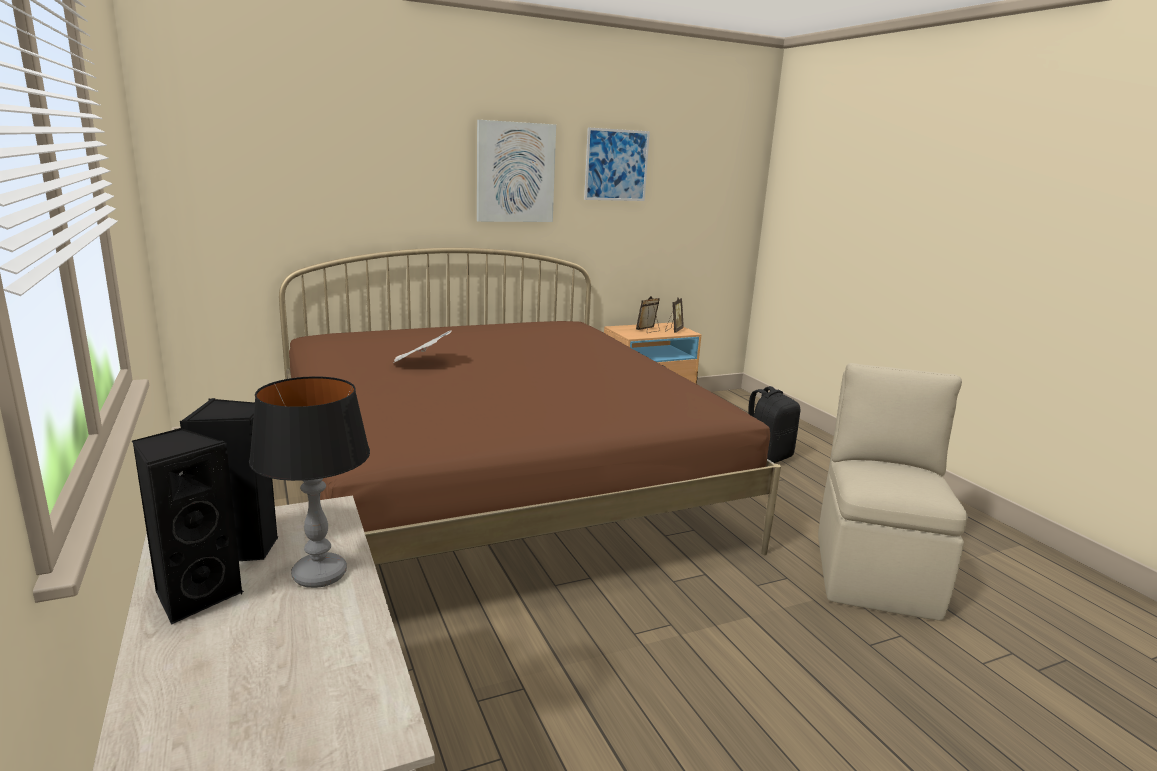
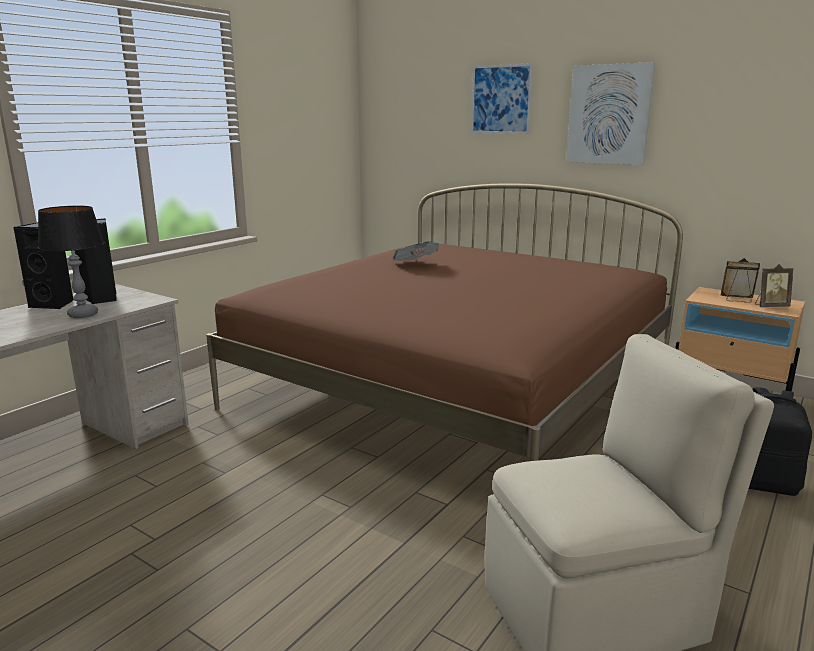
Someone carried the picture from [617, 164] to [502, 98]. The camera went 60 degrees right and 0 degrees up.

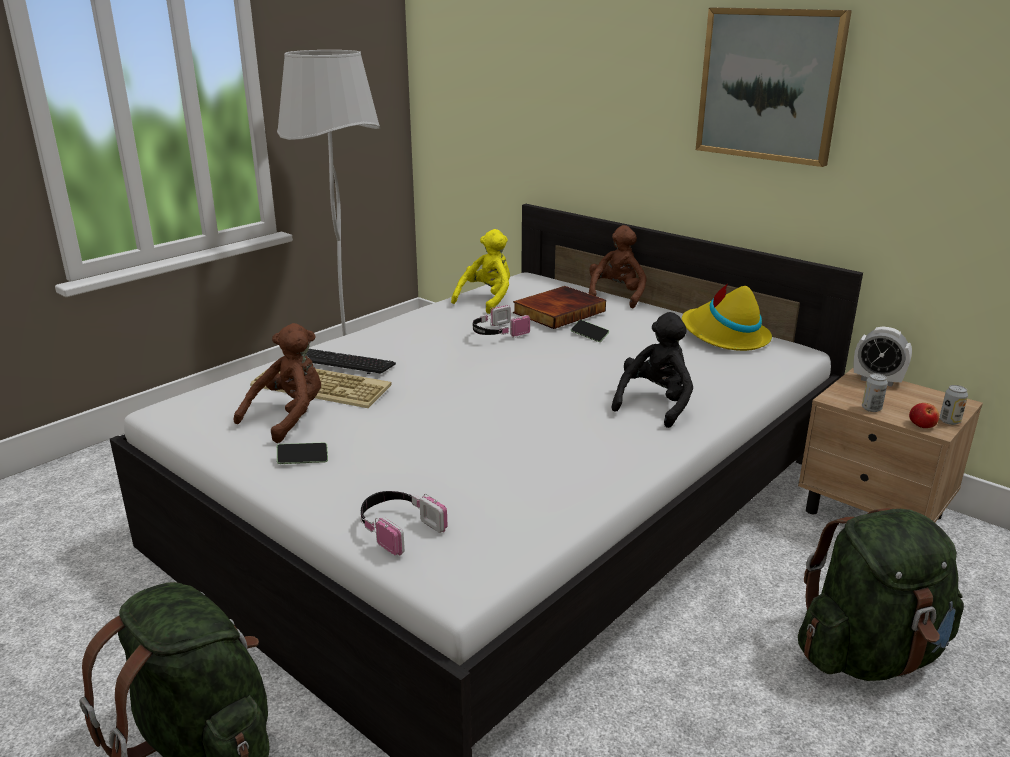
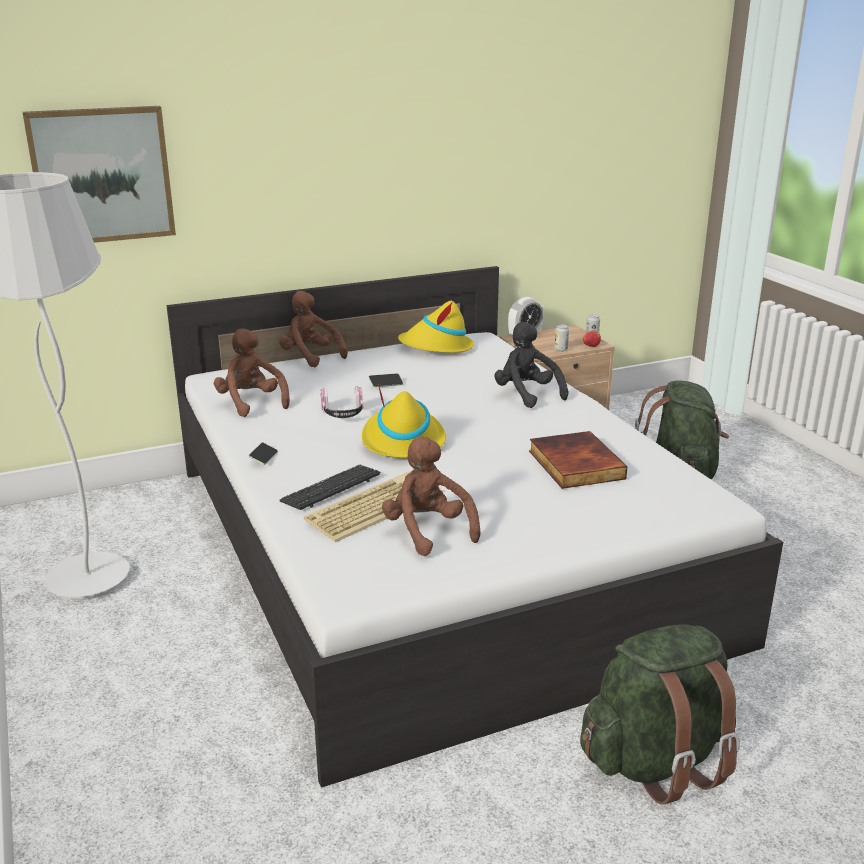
Someone carried the phone from [302, 453] to [263, 453]. Someone took away the headphones at [404, 523]. Someone repainted the yellow plush toy at [480, 271], which became the brown plush toy at [252, 372]. Someone carried the book from [559, 307] to [578, 460]. Someone carried the picture from [774, 87] to [99, 174]. Someone put down the yellow hat at [404, 421]. The camera went 65 degrees left and 0 degrees up.

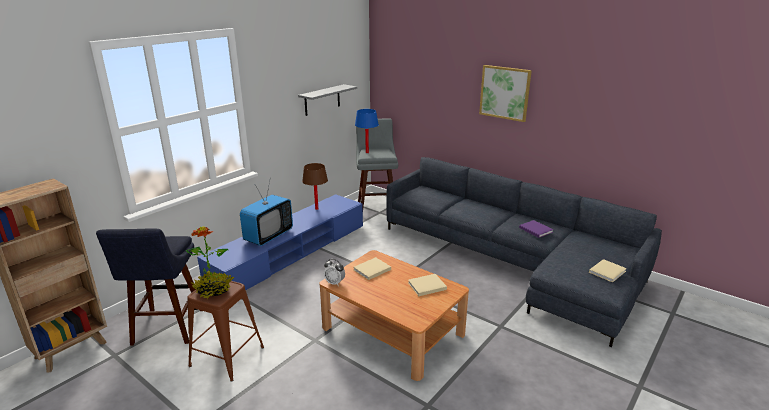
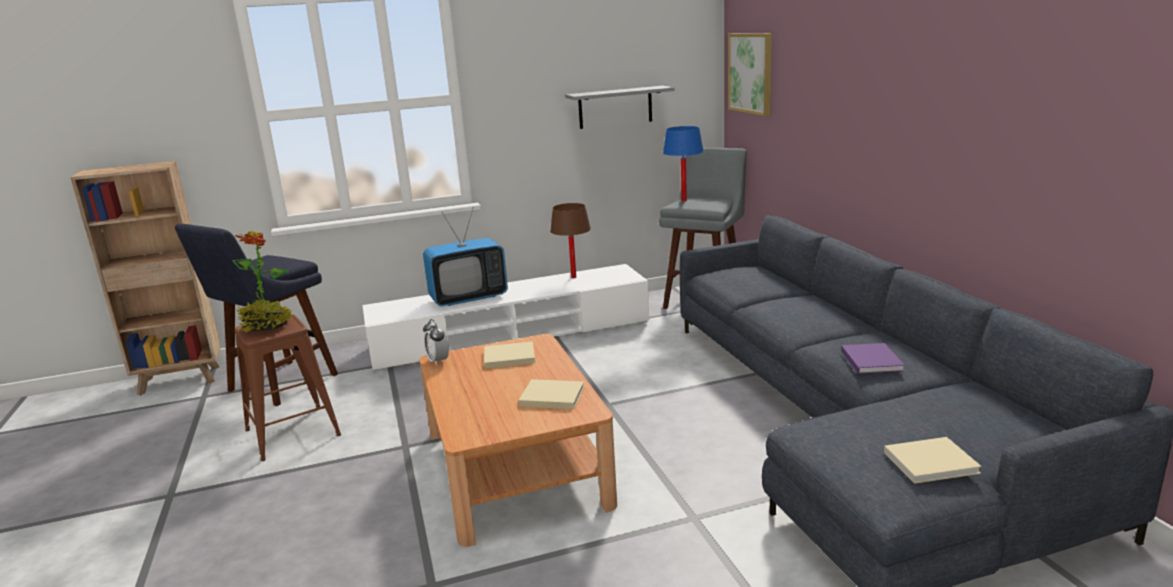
Someone repainted the blue tv stand at [280, 242], which became the white tv stand at [505, 317]. Someone carried the picture from [505, 93] to [750, 74]. The camera went 35 degrees right and 5 degrees down.

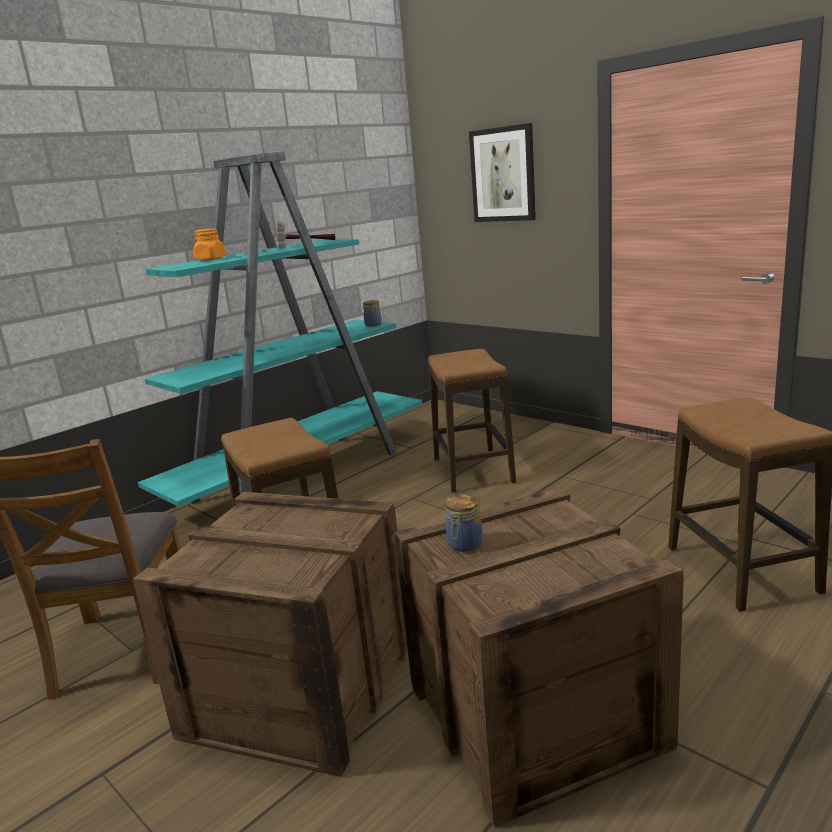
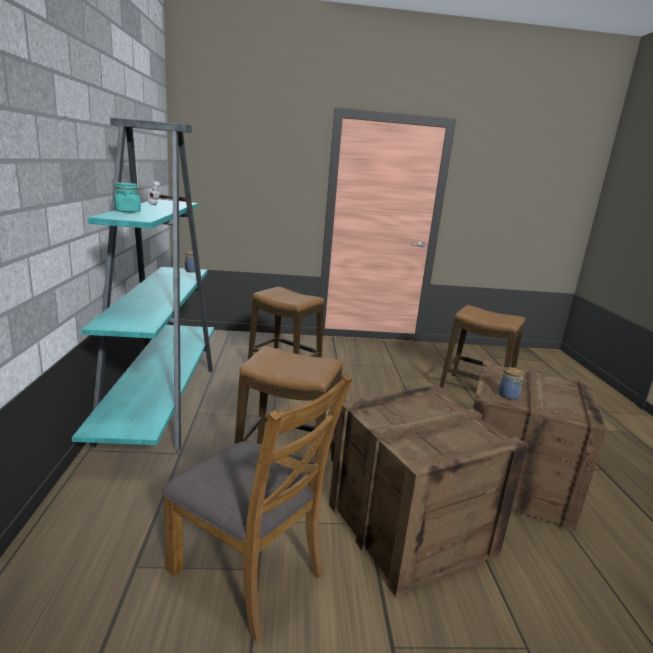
Someone repainted the orange jar at [209, 244], which became the turquoise jar at [127, 198]. Someone took away the picture at [502, 172]. The camera went 50 degrees left and 0 degrees up.

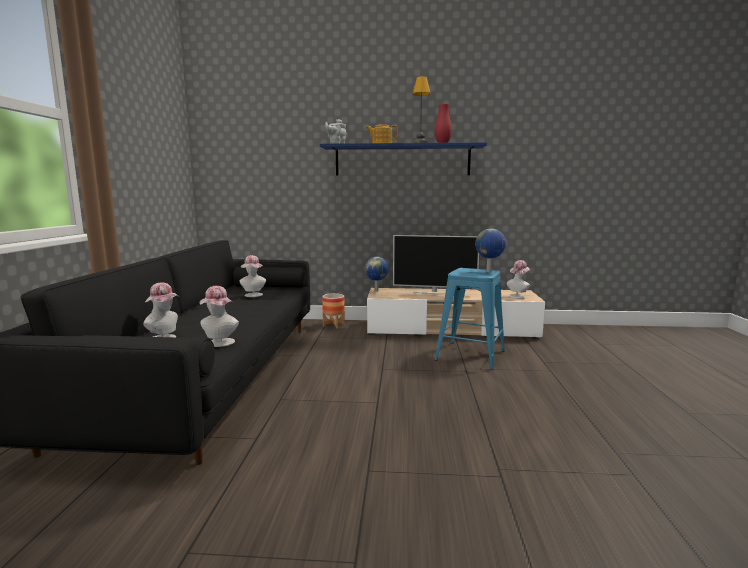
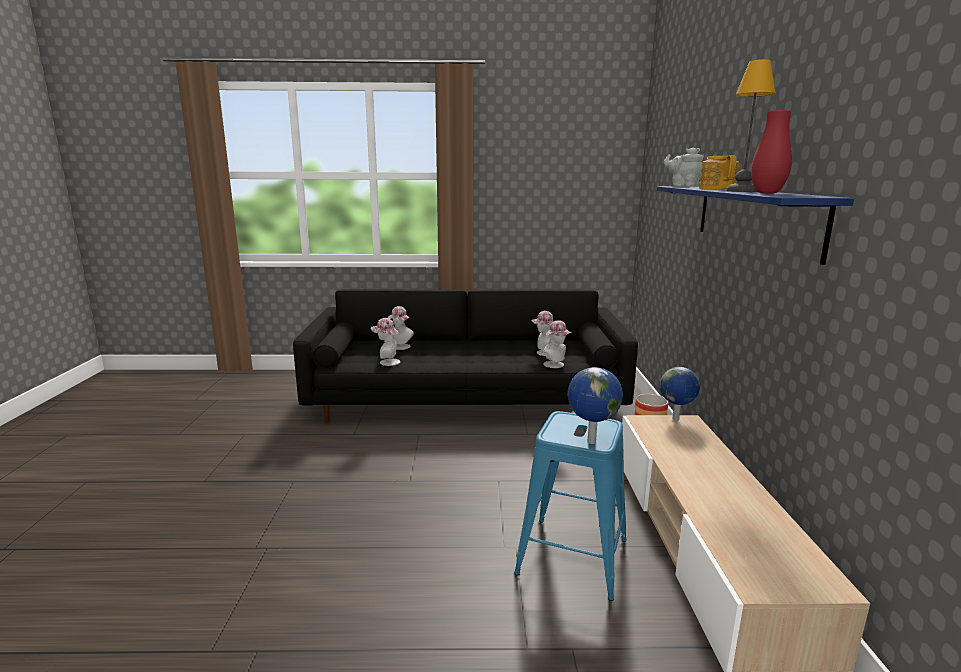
Someone took away the television at [436, 264]. Someone carried the hat from [518, 279] to [557, 344]. The camera went 85 degrees right and 5 degrees up.

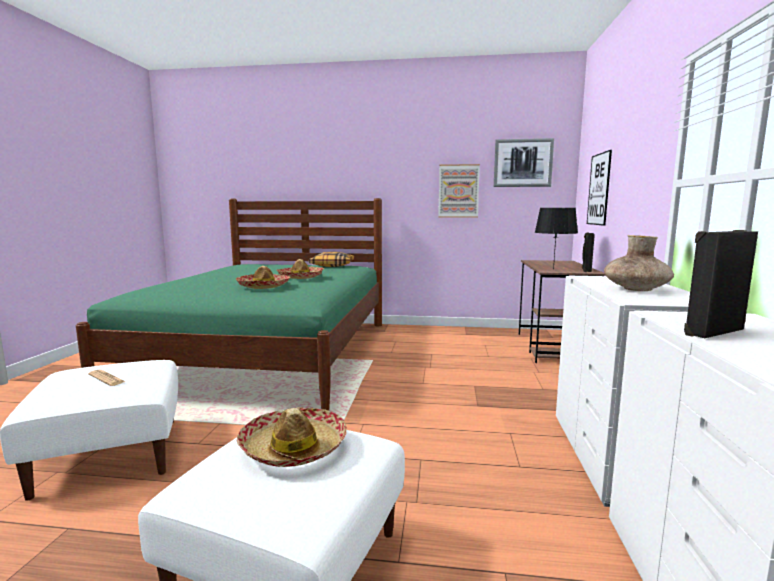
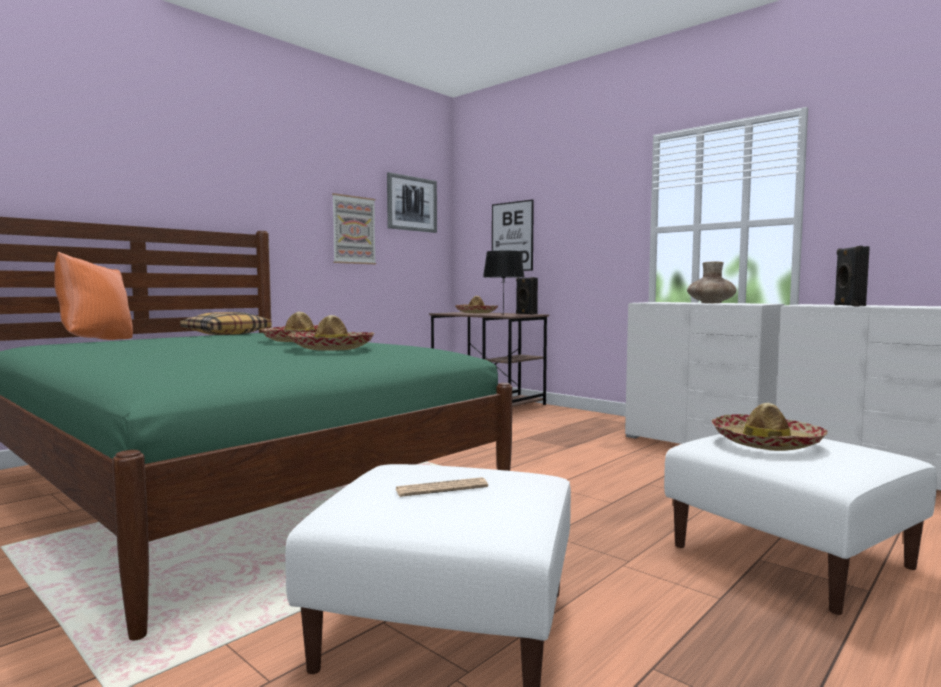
Someone put down the orange pillow at [93, 296]. Someone put down the hat at [476, 304]. The camera went 55 degrees left and 5 degrees down.

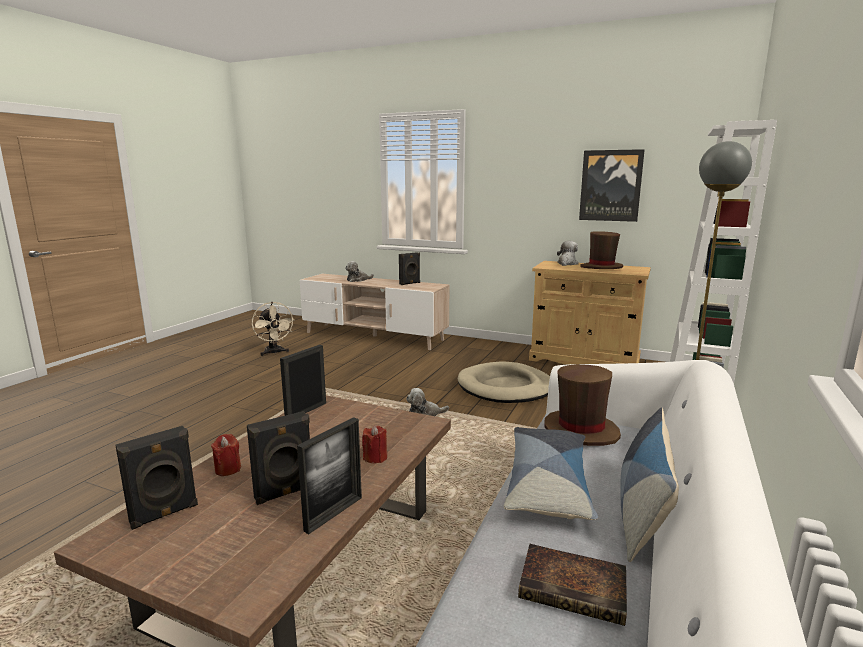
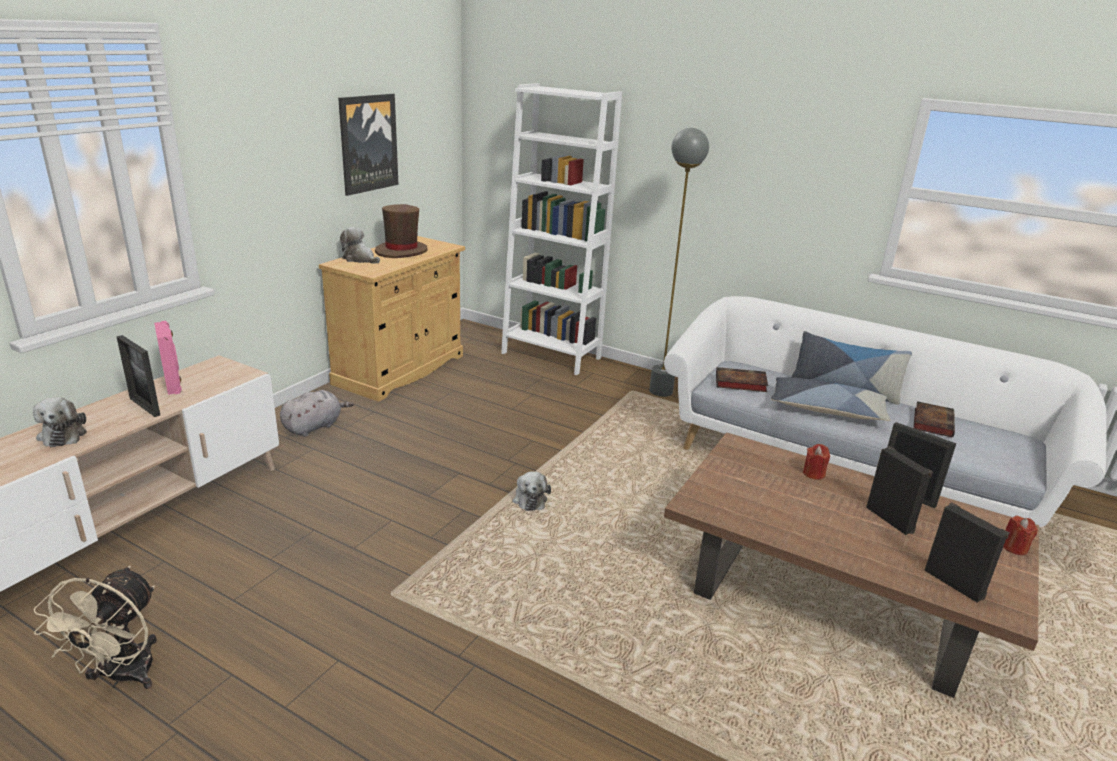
Someone carried the red candle from [226, 455] to [1020, 535]. Someone rotated the beige fan at [273, 329] by 120 degrees clockwise. Someone carried the picture frame from [303, 380] to [138, 376]. Someone repainted the black speaker at [409, 268], which became the pink speaker at [168, 358]. Someone took away the beige dog bed at [504, 382]. Someone swapped the brown hat at [582, 405] for the book at [742, 379]. Someone put down the grey plush toy at [317, 413]. The camera went 85 degrees left and 10 degrees up.

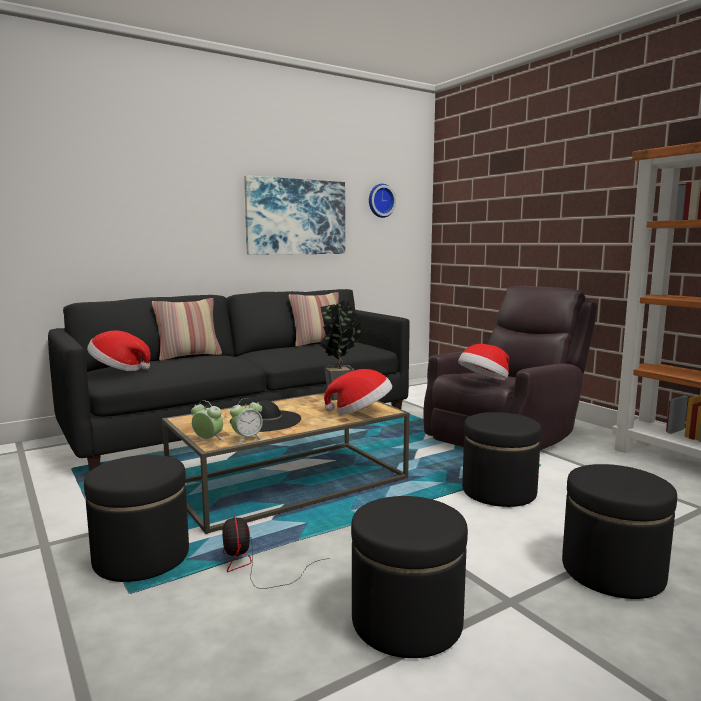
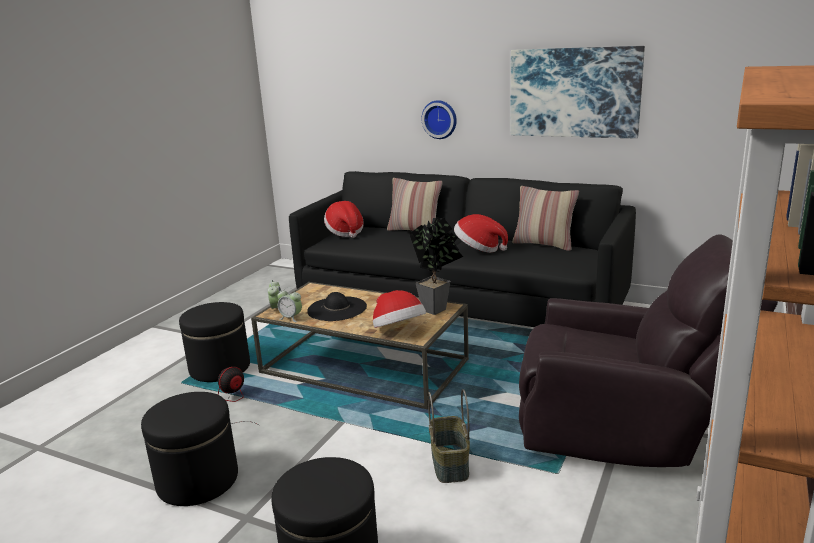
Someone carried the wall clock from [382, 201] to [439, 119]. Someone carried the hat from [483, 362] to [481, 233]. Someone swapped the black ottoman at [502, 459] for the basket at [449, 436]. The camera went 60 degrees right and 10 degrees up.

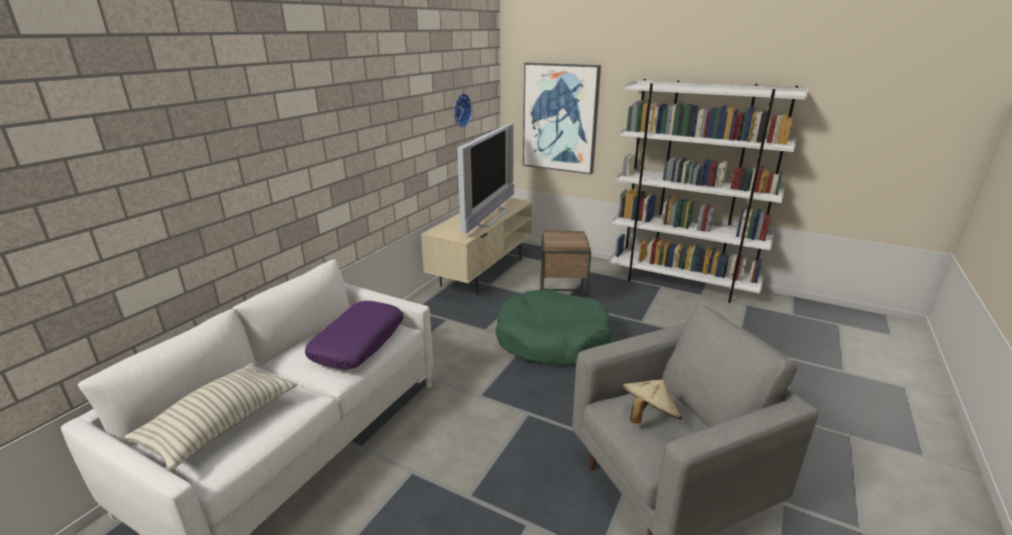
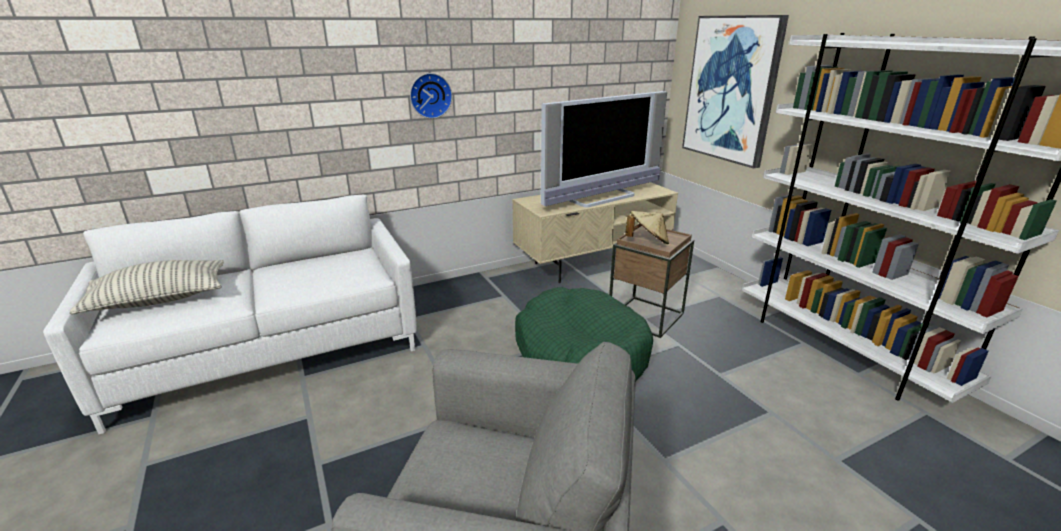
Someone took away the purple pillow at [354, 335]. Someone carried the wall clock from [463, 110] to [431, 96]. Someone carried the beige hat from [652, 401] to [647, 227]. The camera went 35 degrees right and 0 degrees up.

